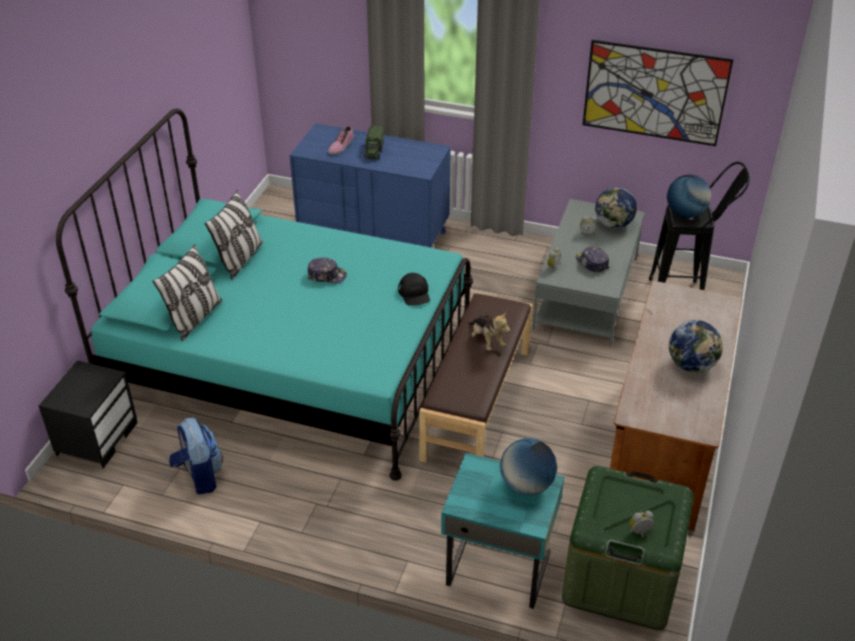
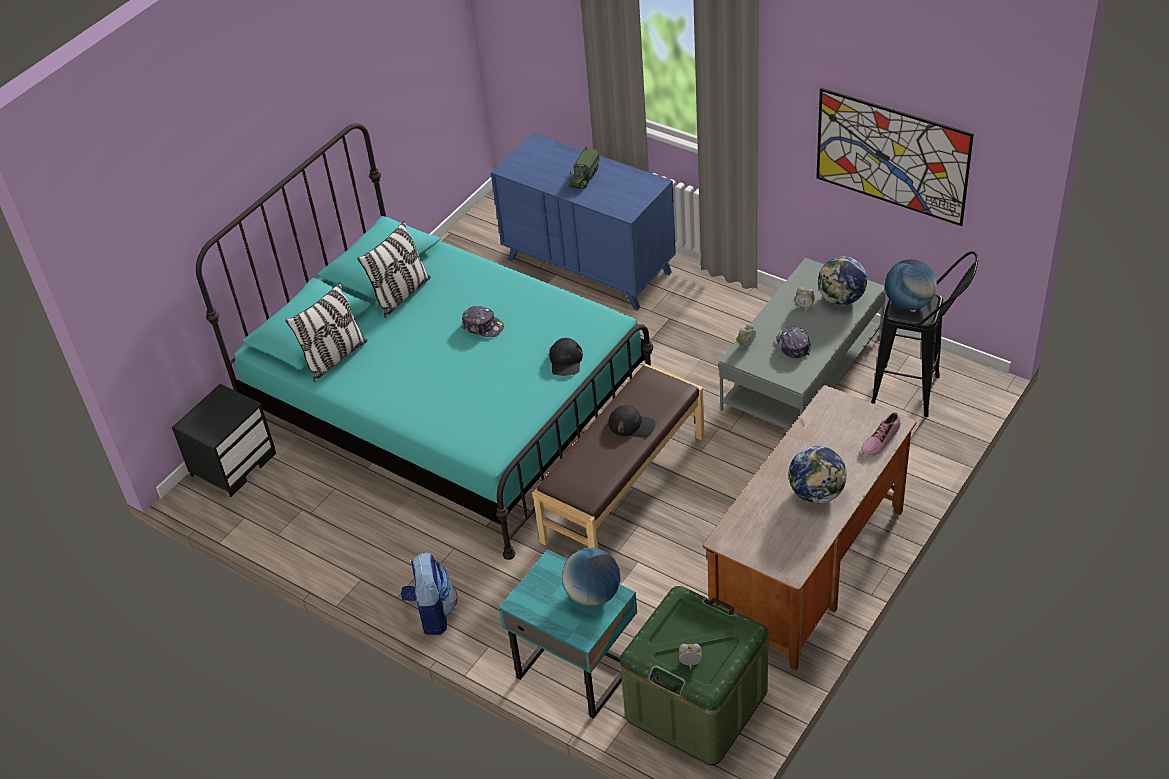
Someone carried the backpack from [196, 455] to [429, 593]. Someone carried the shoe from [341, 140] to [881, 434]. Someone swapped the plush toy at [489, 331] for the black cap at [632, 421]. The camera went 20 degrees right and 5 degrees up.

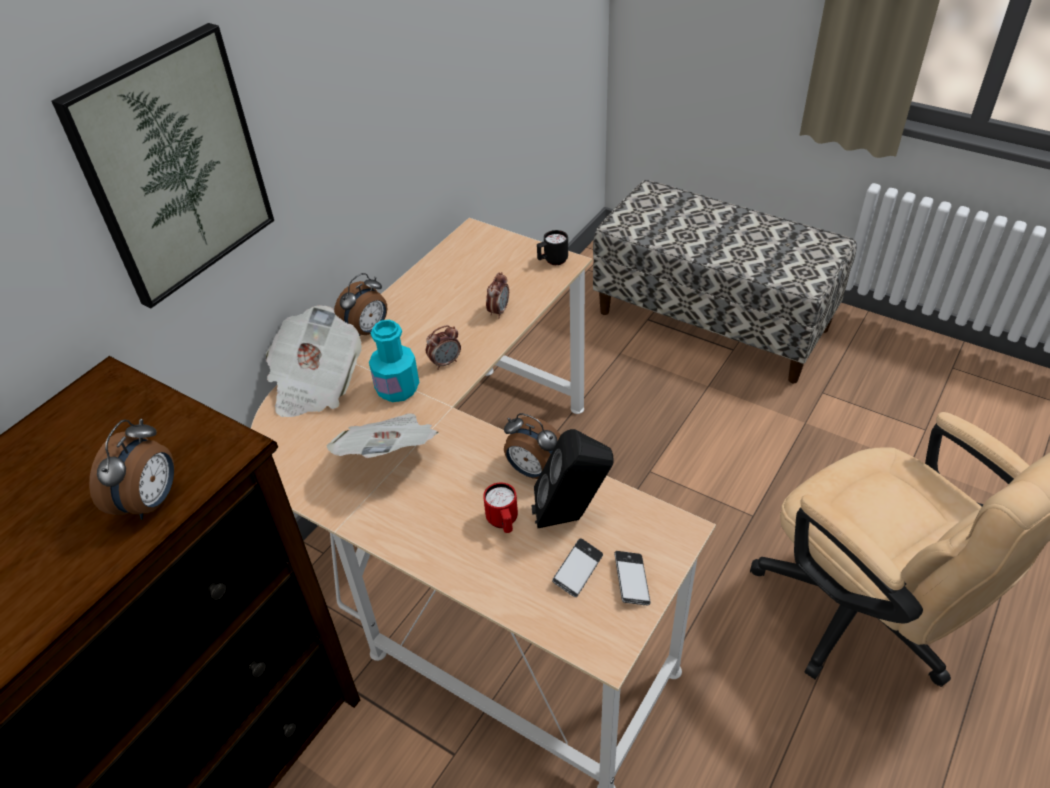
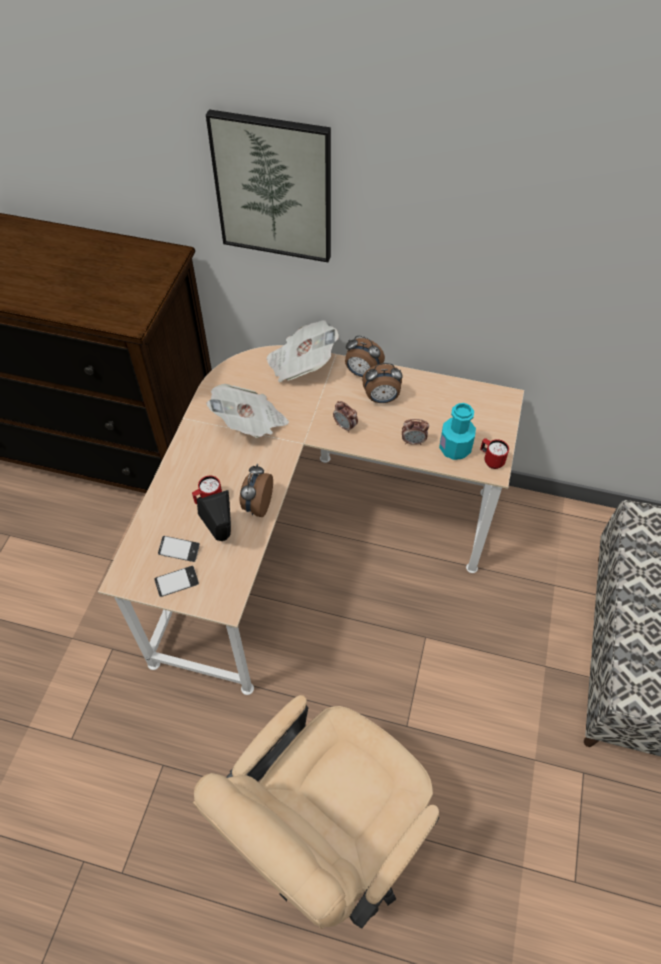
Someone carried the alarm clock from [131, 469] to [382, 383]. Someone carried the turquoise bottle from [394, 361] to [457, 431]. Someone repainted the black mug at [552, 247], which became the red mug at [494, 453]. The camera went 70 degrees right and 10 degrees up.

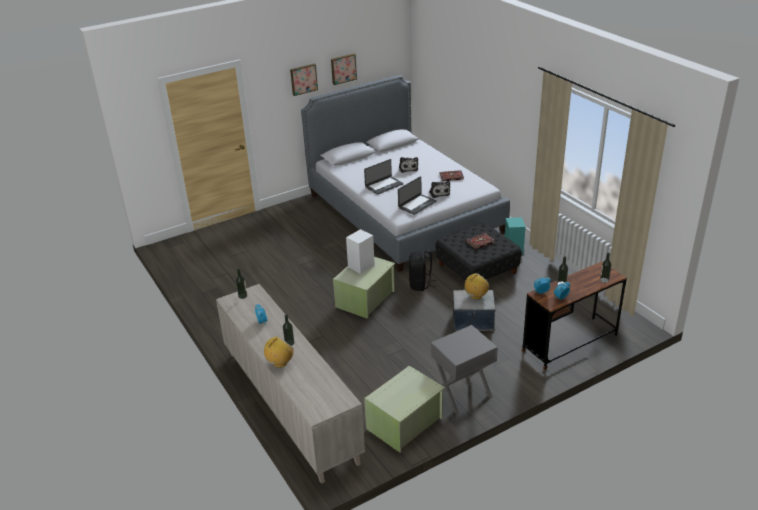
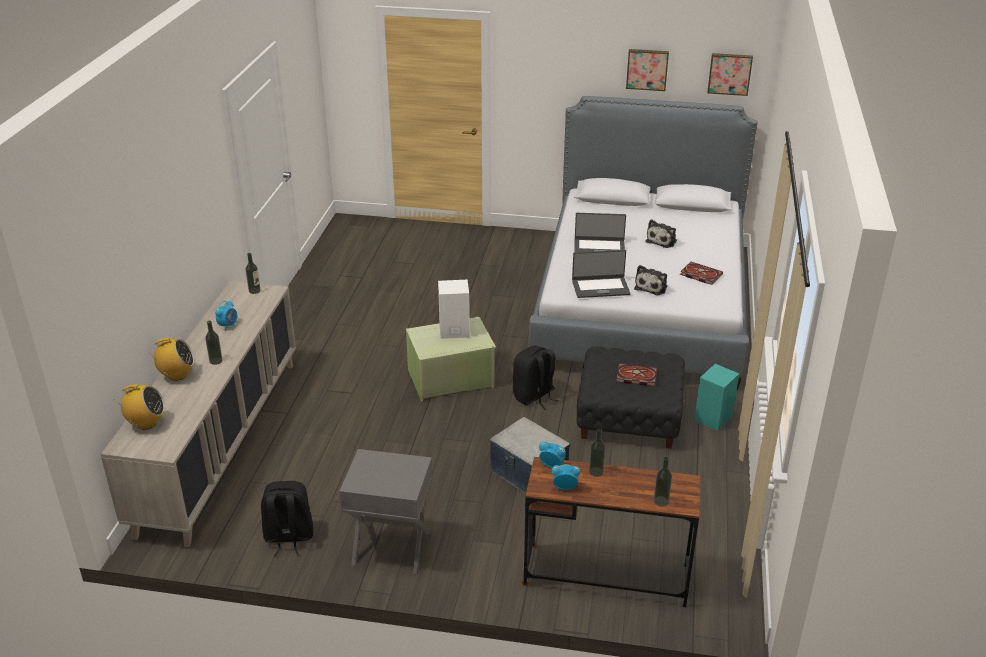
Someone carried the picture from [304, 80] to [730, 74]. Someone swapped the green storage box at [404, 409] for the black backpack at [287, 519]. Someone carried the radio from [477, 286] to [142, 407]. The camera went 40 degrees right and 0 degrees up.

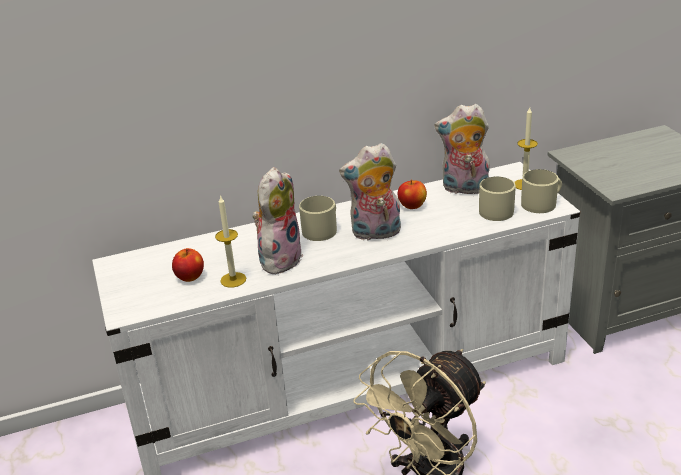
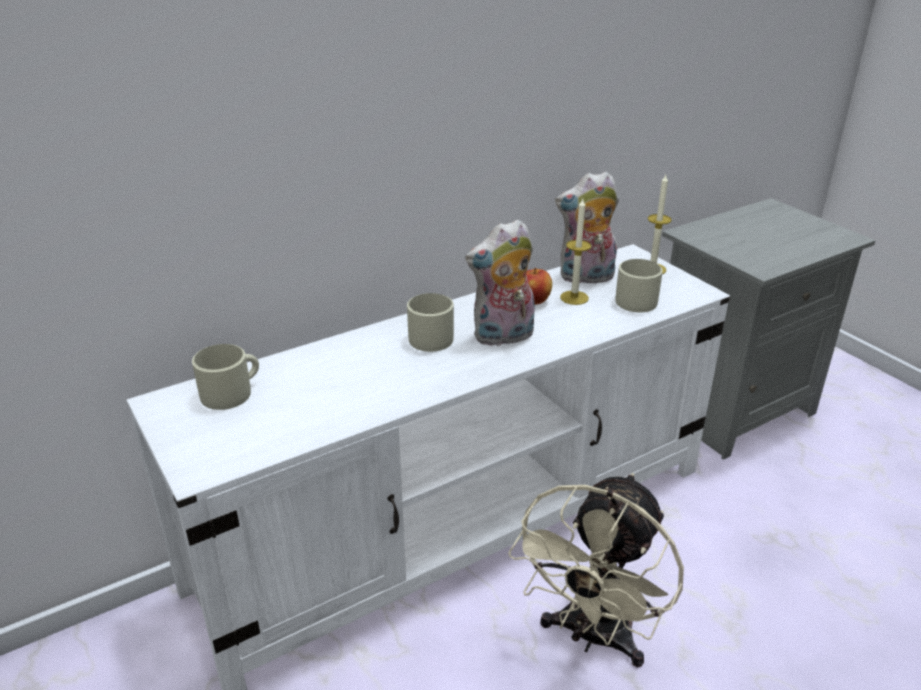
Someone took away the apple at [188, 265]. Someone carried the candle from [230, 241] to [575, 251]. Someone took away the plush toy at [278, 220]. Someone carried the beige mug from [541, 191] to [225, 377]. The camera went 15 degrees left and 0 degrees up.

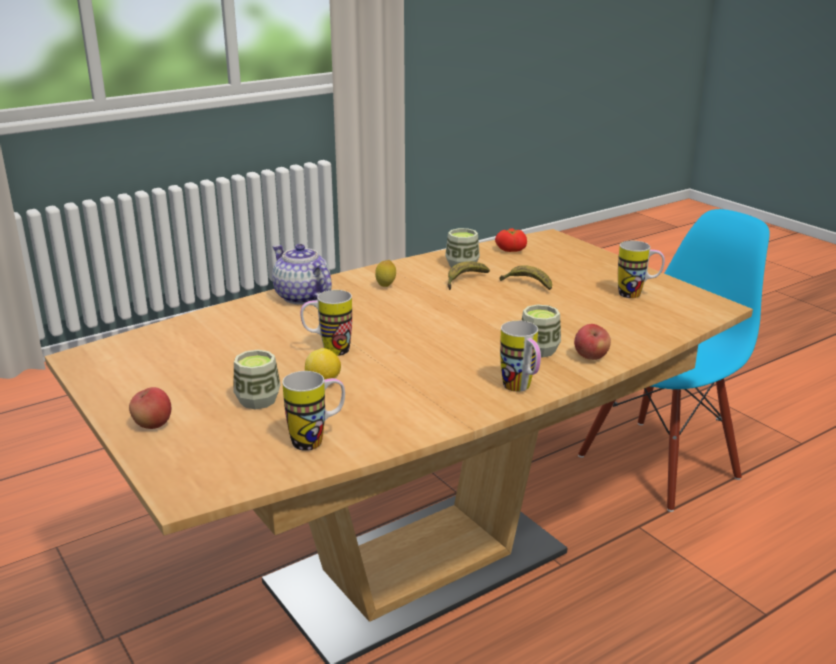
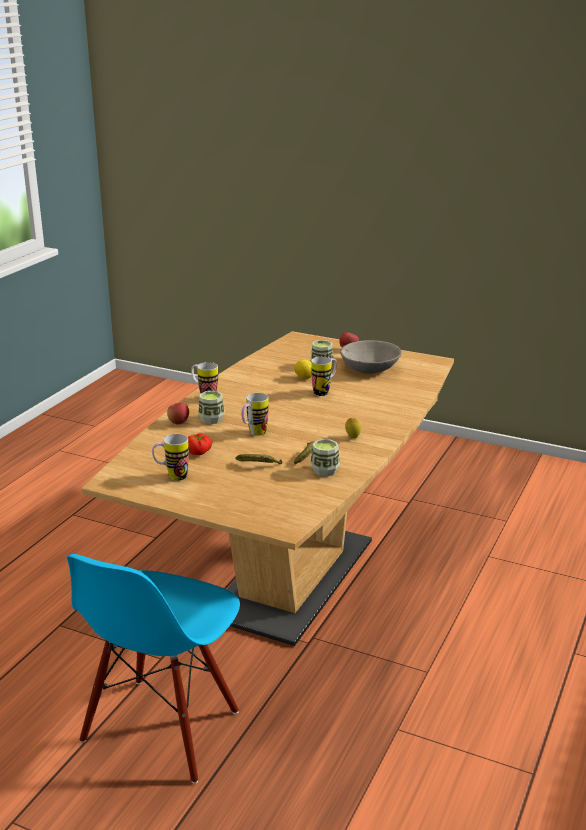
Someone took away the teapot at [302, 274]. Someone carried the mug from [313, 411] to [254, 414]. Someone carried the tomato from [511, 240] to [200, 444]. Someone put down the grey bowl at [371, 357]. The camera went 150 degrees right and 0 degrees up.

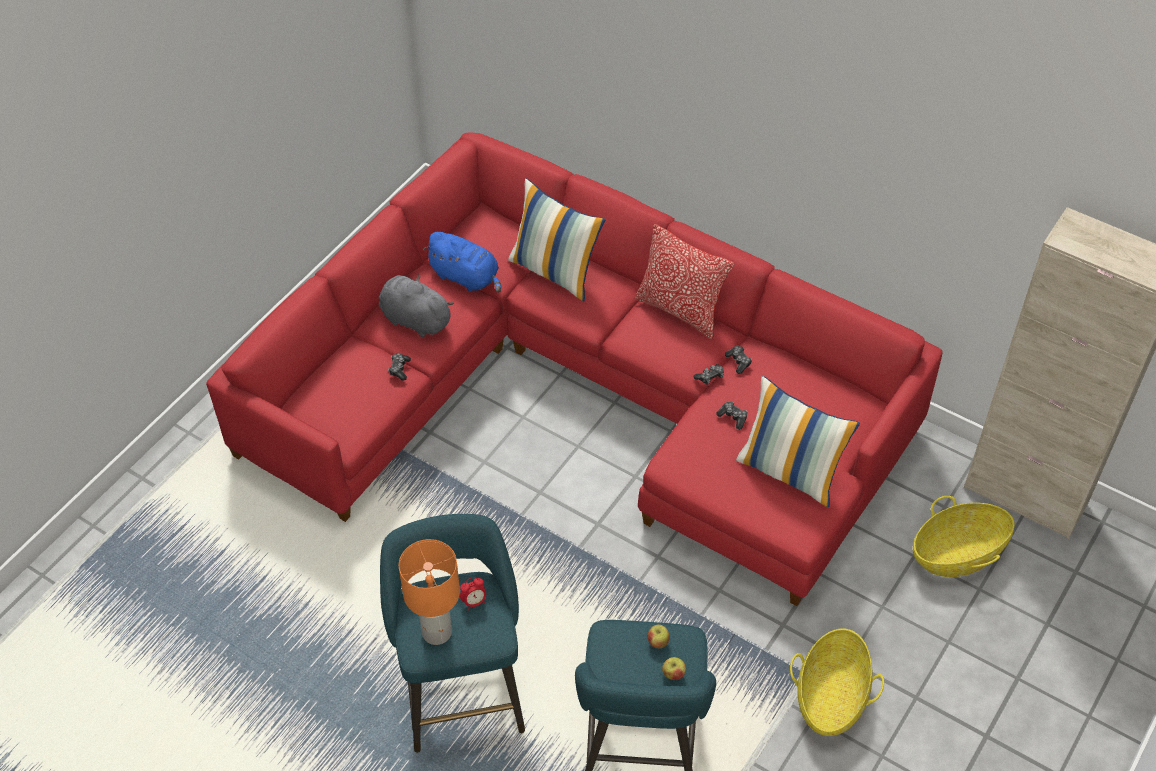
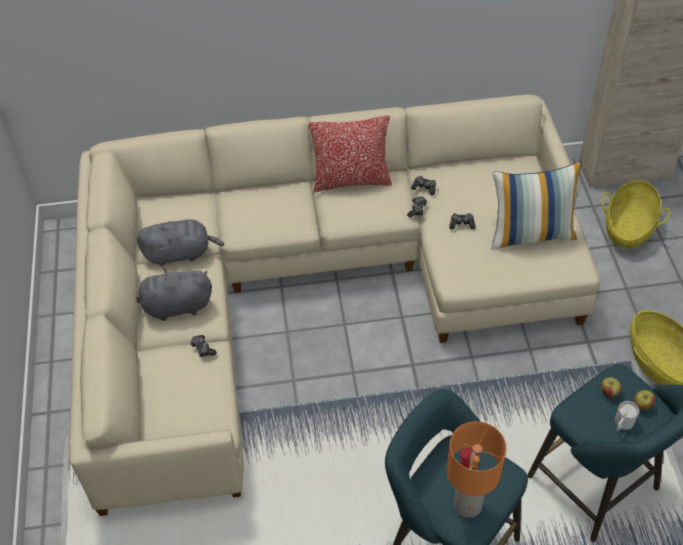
Someone repainted the red sofa at [574, 369], which became the beige sofa at [334, 305]. Someone repainted the blue plush toy at [462, 262], which became the grey plush toy at [180, 242]. Someone took away the pillow at [556, 239]. Someone put down the white mug at [626, 416]. The camera went 40 degrees left and 0 degrees up.

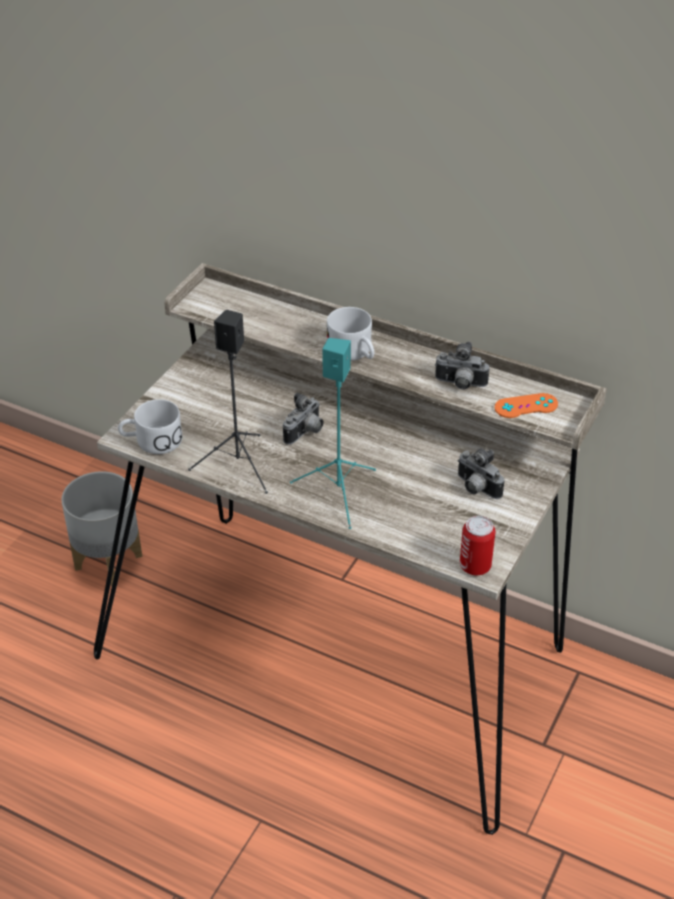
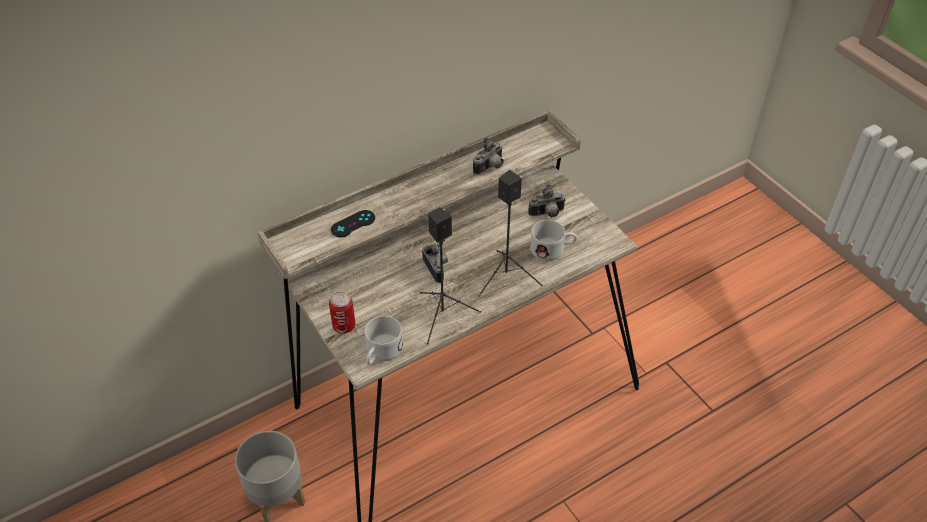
Someone repainted the turquoise speaker at [333, 433], which became the black speaker at [510, 233]. Someone carried the white mug from [350, 334] to [553, 240]. Someone carried the can from [477, 545] to [342, 313]. Someone took away the orange game controller at [526, 405]. Someone put down the black game controller at [353, 223]. The camera went 60 degrees left and 5 degrees up.

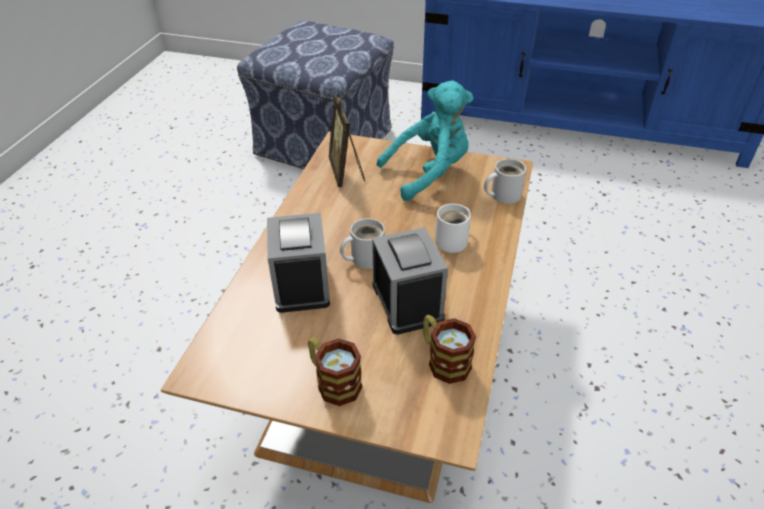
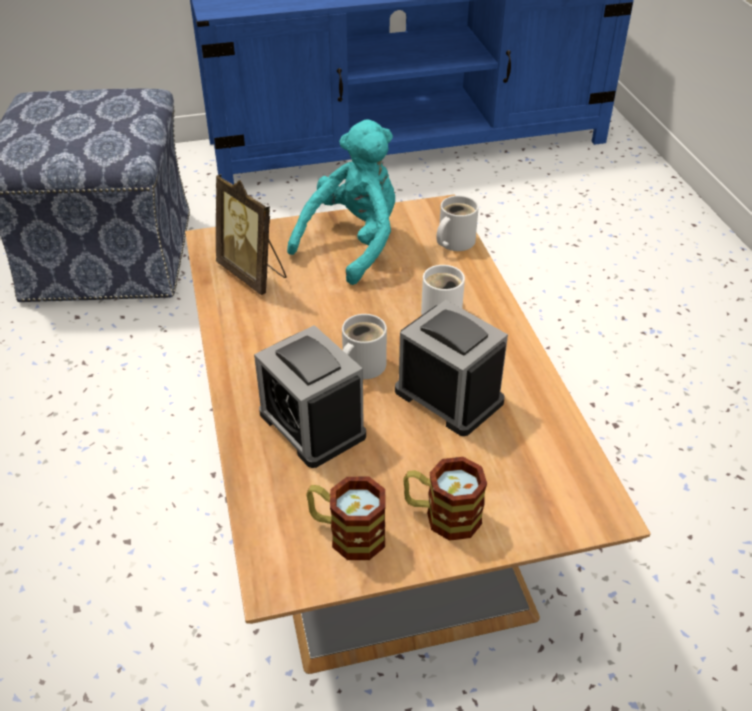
Someone carried the mug from [449, 349] to [346, 518]. The camera went 30 degrees left and 0 degrees up.

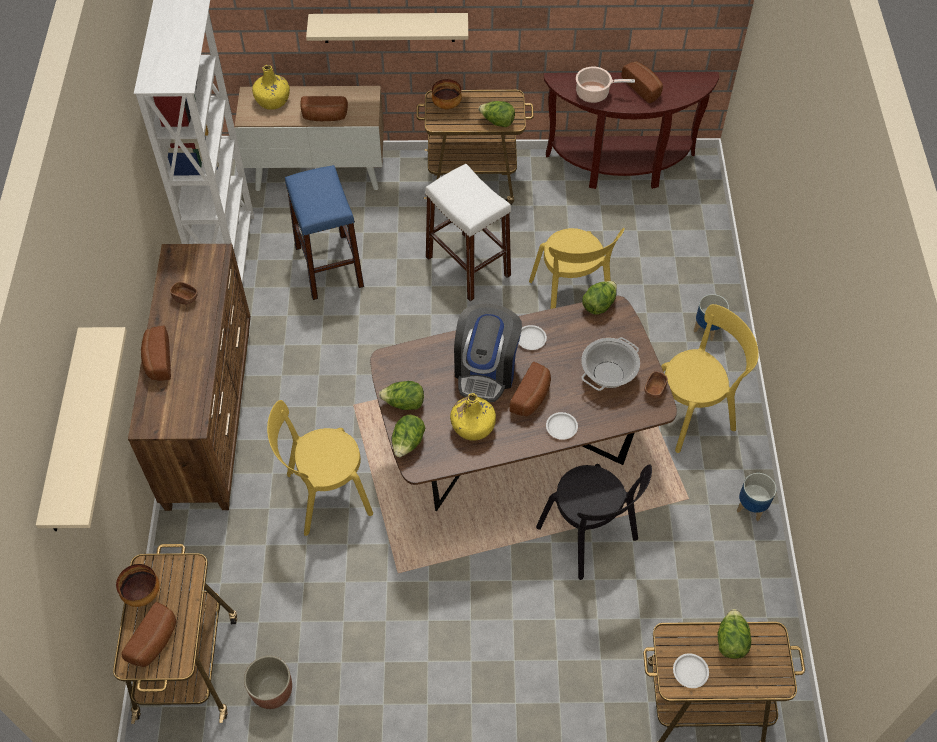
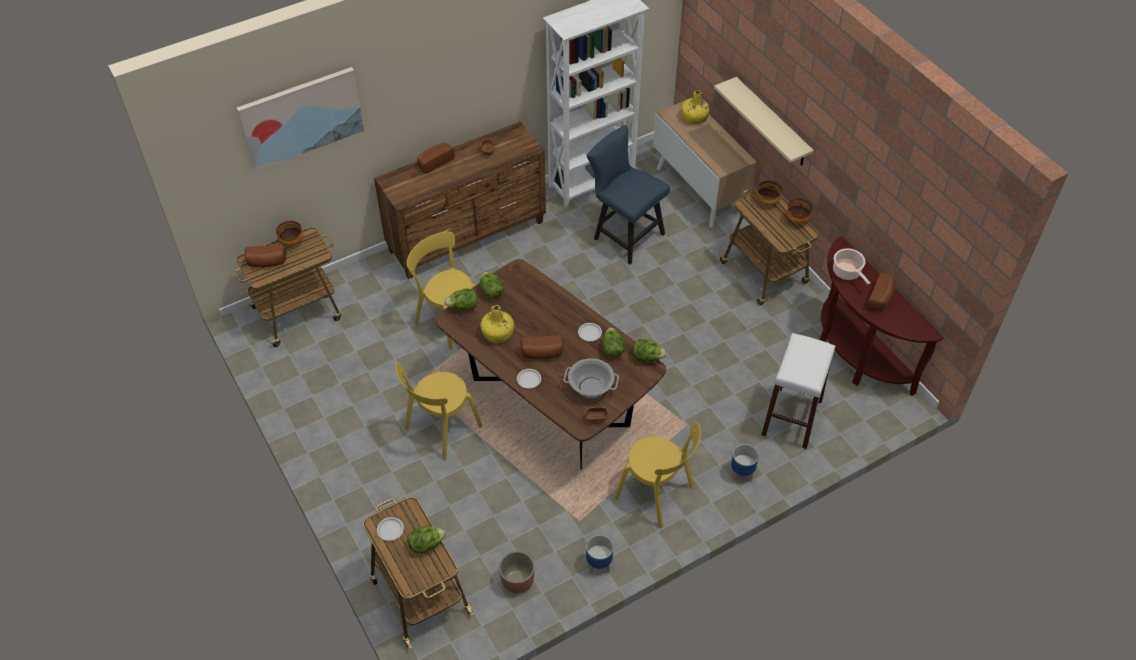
Someone swapped the beige shelf at [81, 429] for the picture at [300, 119]. Someone carried the planter from [268, 682] to [517, 572]. Someone swapped the blue stool at [324, 232] for the blue chair at [628, 194]. Someone took away the bread at [324, 108]. Someone carried the white stool from [468, 232] to [798, 391]. Someone took away the coffee machine at [488, 352]. Someone carried the lettuce from [497, 114] to [613, 342]. Someone carried the yellow chair from [577, 268] to [439, 411]. Someone took away the black chair at [594, 522]. Someone put down the bowl at [799, 211]. The camera went 60 degrees right and 5 degrees down.

